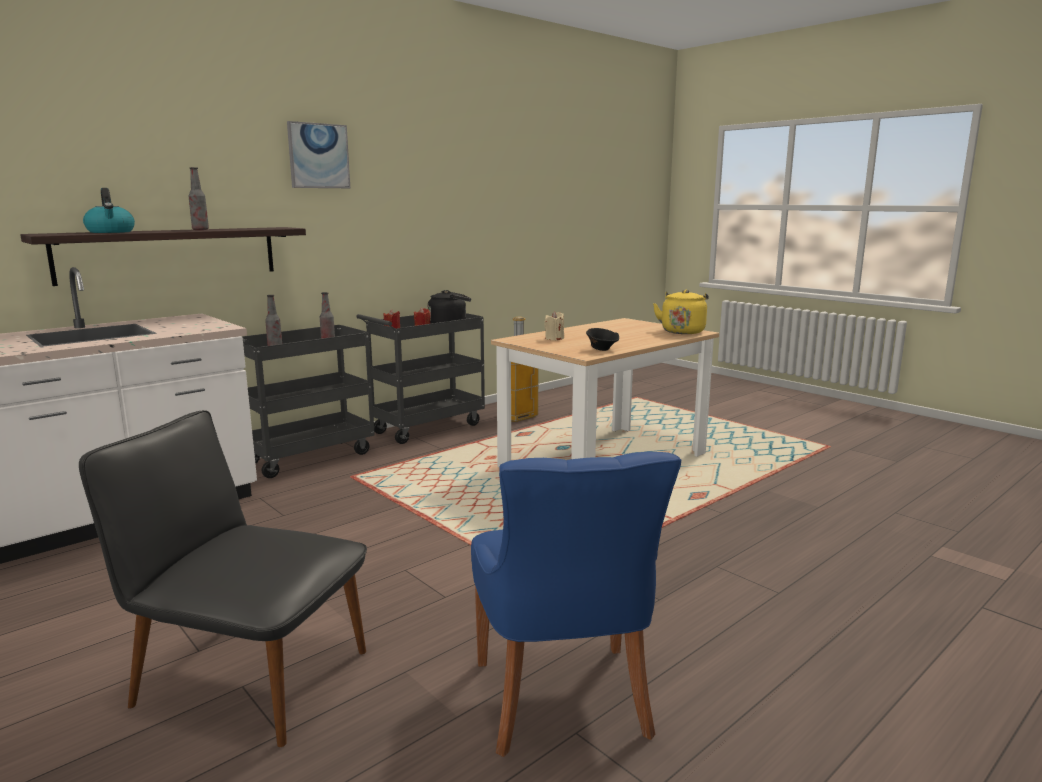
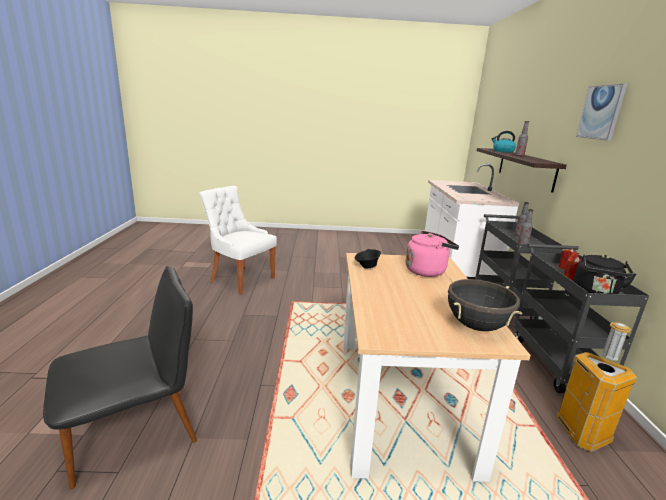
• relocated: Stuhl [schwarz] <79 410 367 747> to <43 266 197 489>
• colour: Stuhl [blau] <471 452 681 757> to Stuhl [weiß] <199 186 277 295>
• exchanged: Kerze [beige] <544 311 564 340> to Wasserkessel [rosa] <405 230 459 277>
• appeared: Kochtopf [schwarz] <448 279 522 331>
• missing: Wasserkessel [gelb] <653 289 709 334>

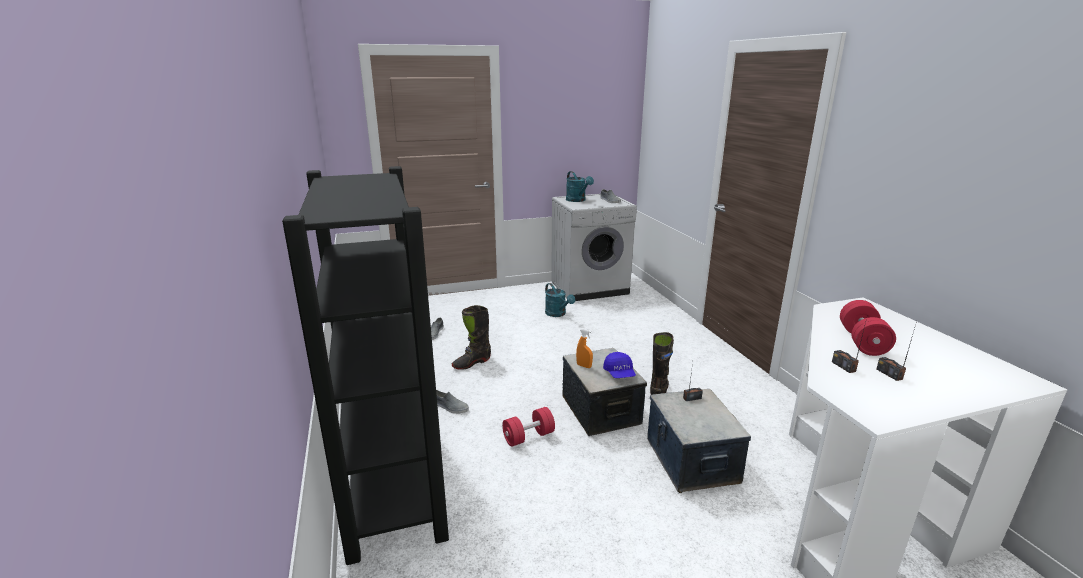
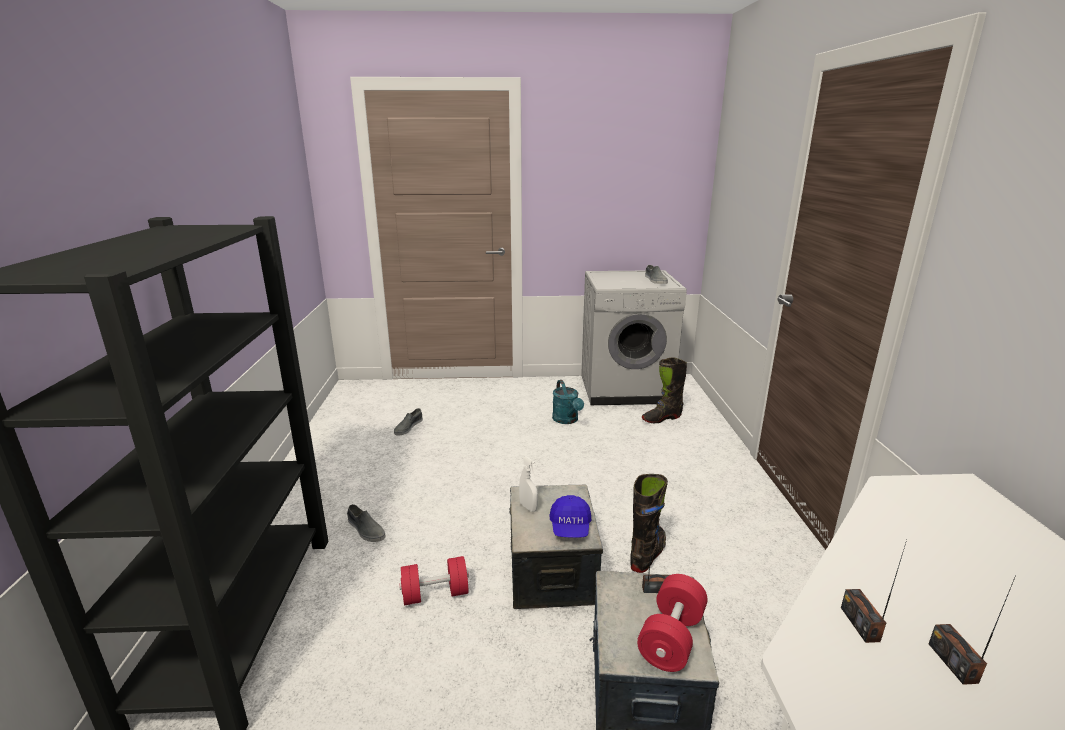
• colour: Sprühflasche [orange] <576 329 593 368> to Sprühflasche [weiß] <519 456 538 512>
• relocated: Hantel [rot] <840 300 896 356> to <637 574 708 672>
• relocated: Stiefel [schwarz] <452 305 491 370> to <642 358 687 423>
• missing: Gießkanne [türkis] <566 171 594 202>

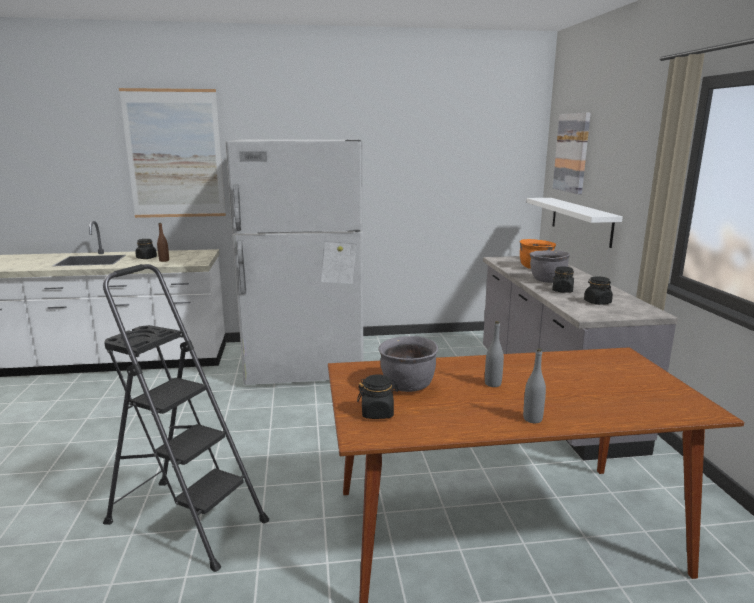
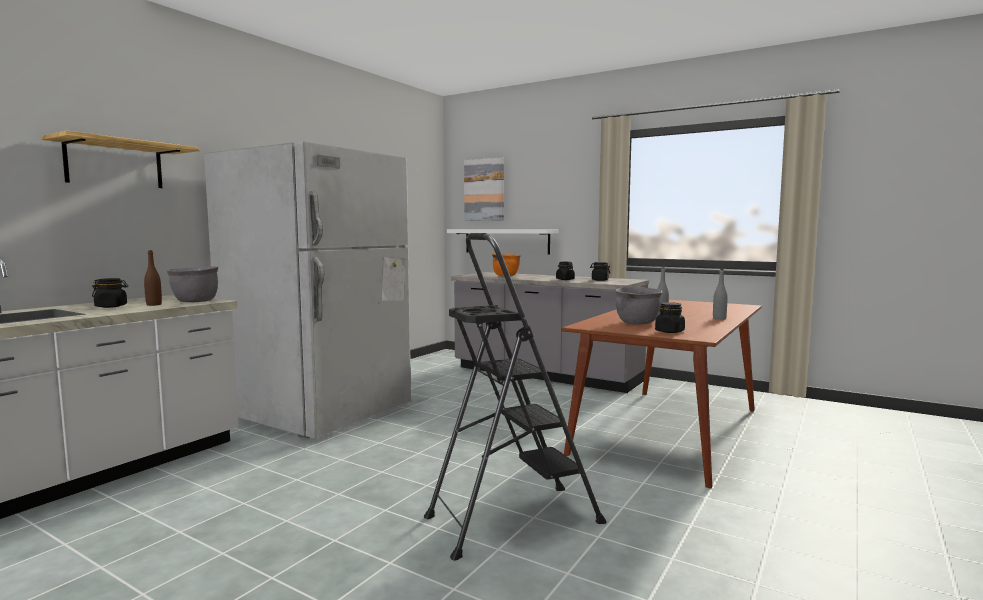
• exchanged: Bild <119 88 226 218> to Wandregal <42 131 200 188>
• relocated: Kochtopf [grau] <530 250 570 283> to <167 266 218 302>

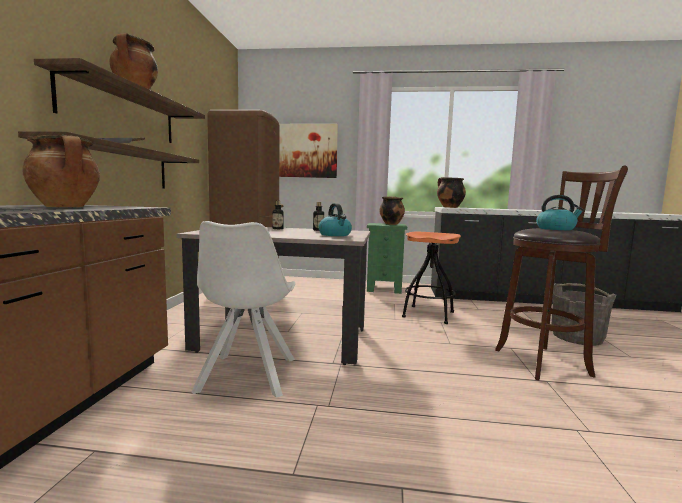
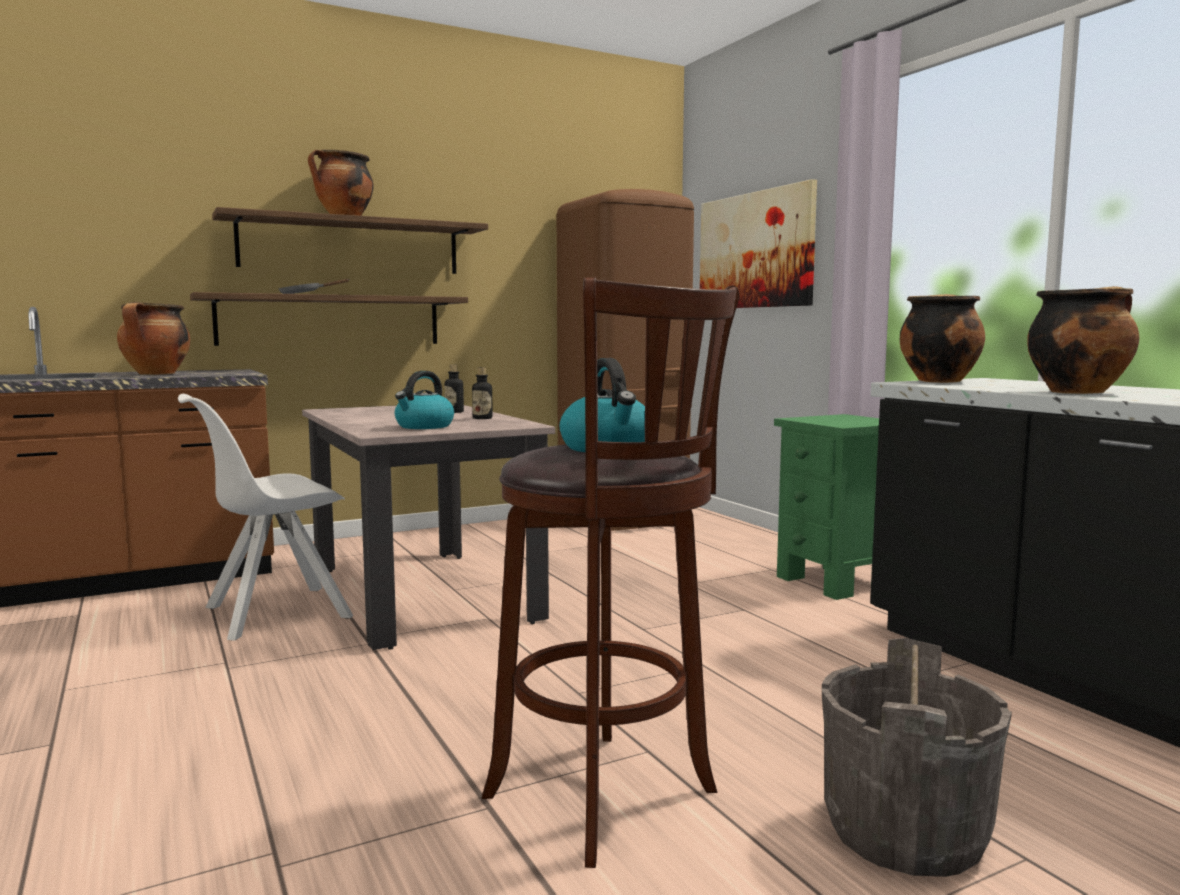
• relocated: Kochtopf <380 196 405 225> to <1027 286 1139 394>
• missing: Hocker [orange] <402 232 461 324>

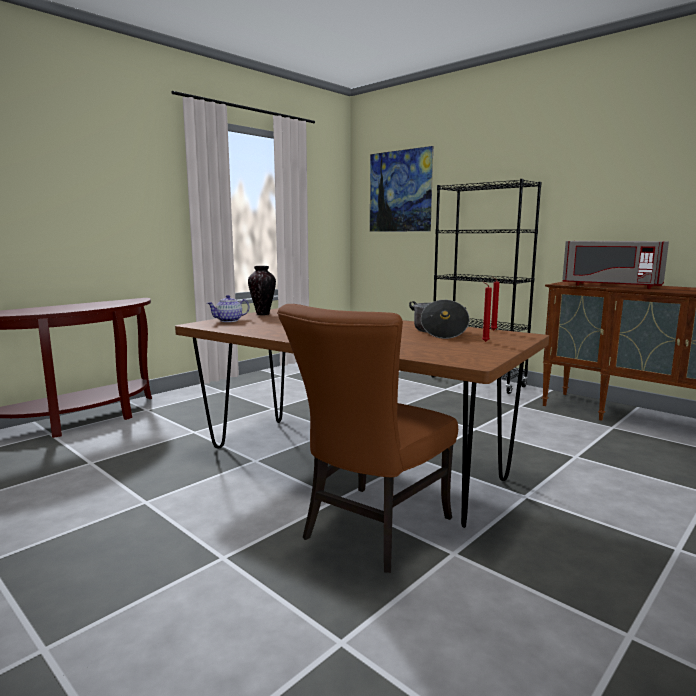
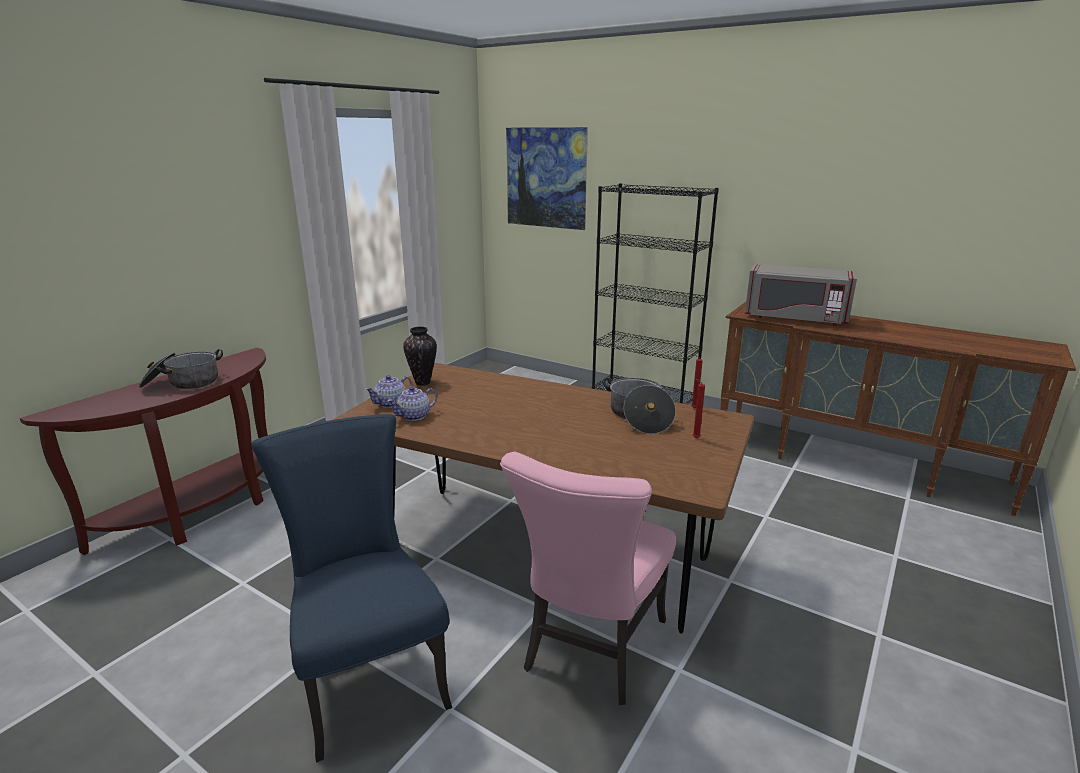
• appeared: Kochtopf <139 349 223 389>
• appeared: Stuhl [blau] <251 414 452 762>
• appeared: Teekanne <387 387 437 421>
• colour: Stuhl [braun] <277 304 458 573> to Stuhl [rosa] <500 452 676 705>

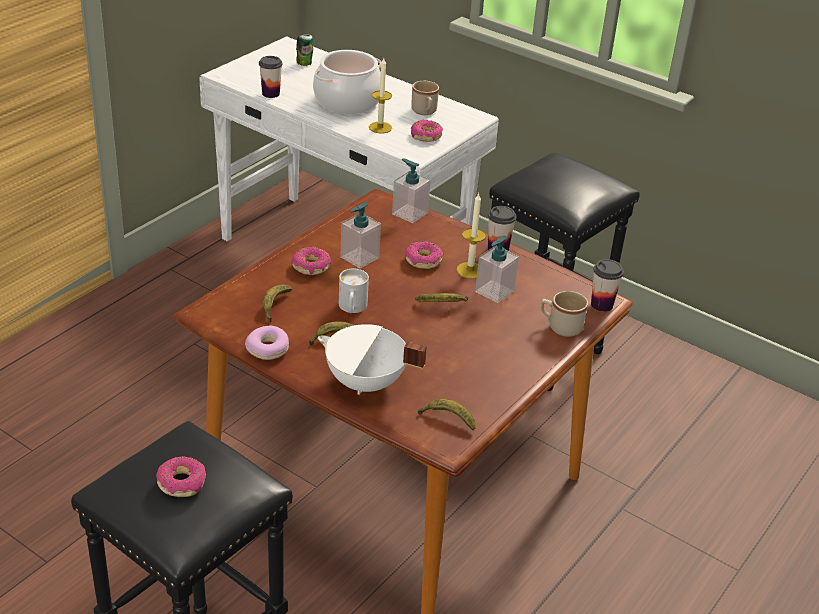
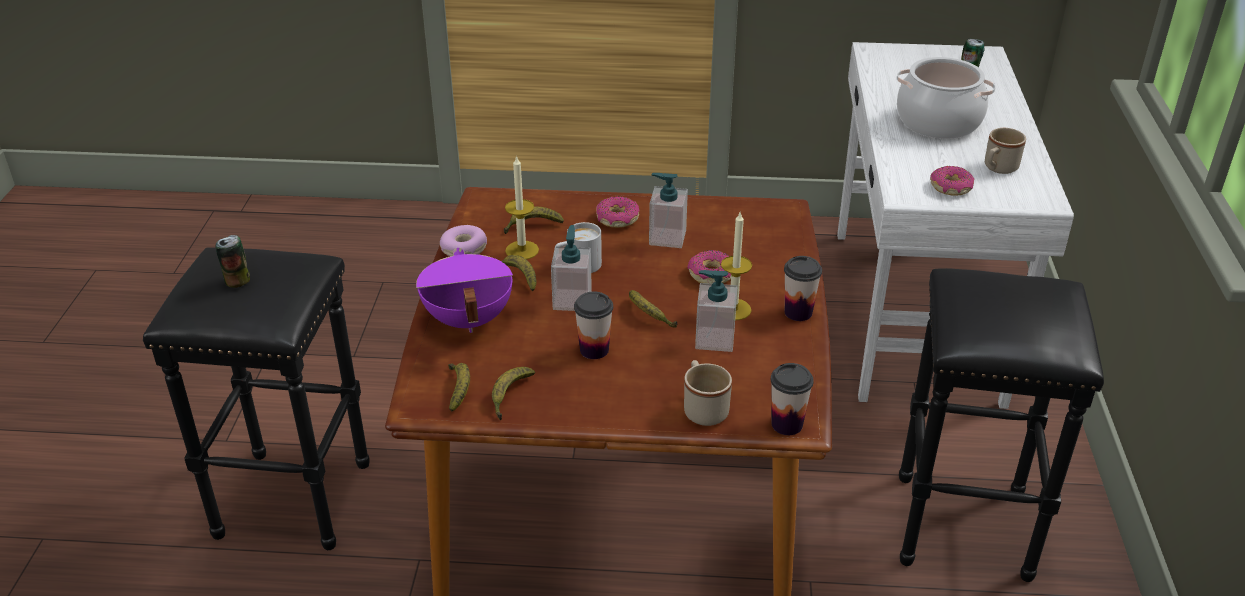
• exchanged: Donut <156 456 206 497> to Dose <216 235 250 288>
• colour: Kochtopf [weiß] <318 324 427 395> to Kochtopf [lila] <416 248 513 333>
• appeared: Banane <492 367 535 420>
• relocated: Kerze <369 58 392 133> to <505 155 539 259>
• relocated: Seifenspender <392 159 431 223> to <551 225 592 311>
• relocated: Tasse <259 56 282 98> to <574 292 613 359>

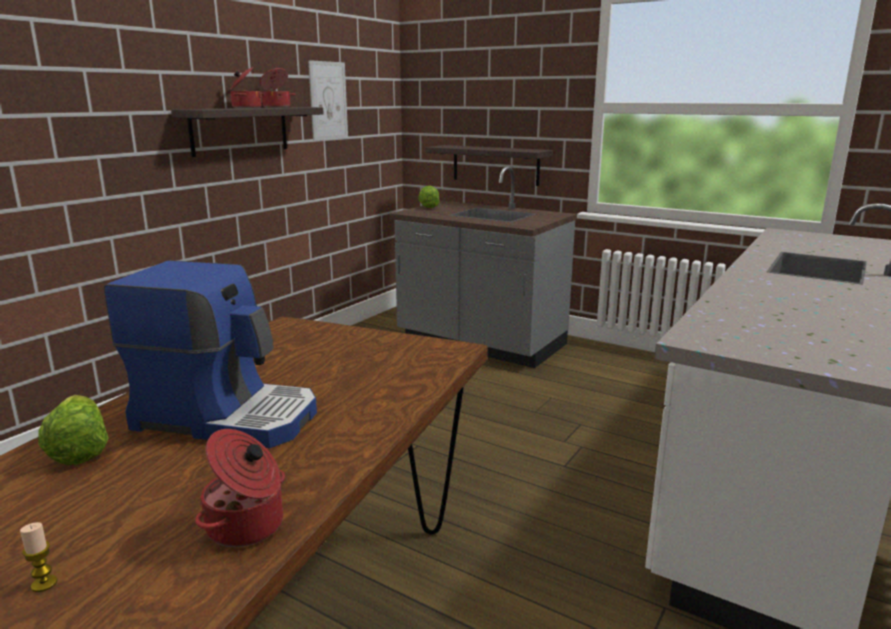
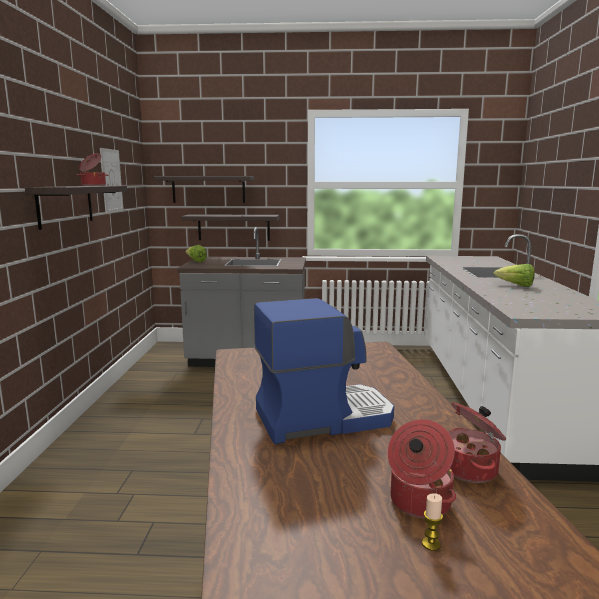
• appeared: Wandregal <154 176 254 203>
• relocated: Kochtopf <230 67 262 108> to <387 419 456 518>
• relocated: Salatkopf <38 395 109 465> to <494 264 535 287>

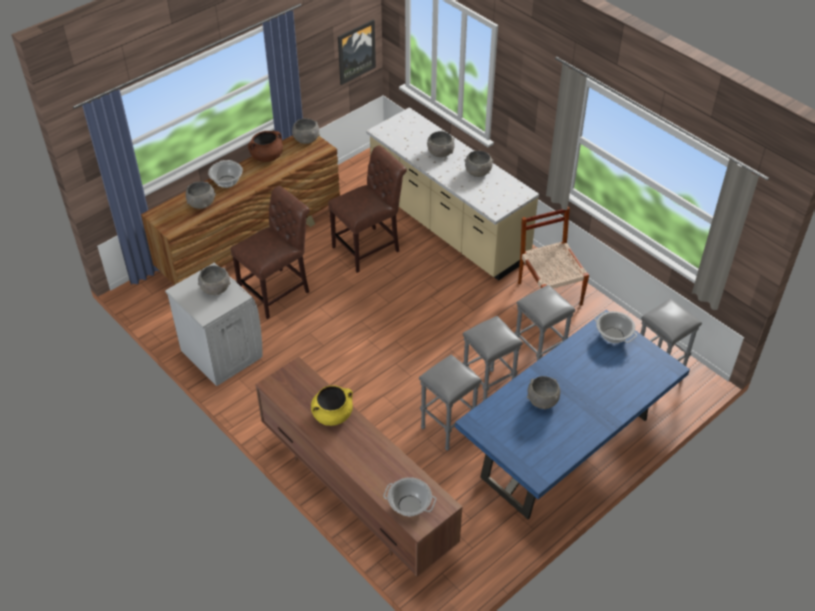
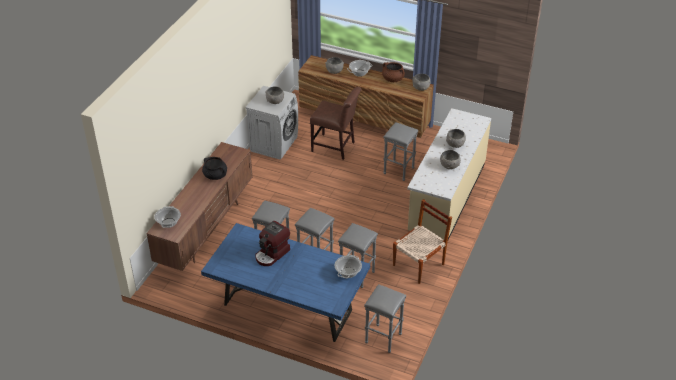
• colour: Kochtopf [gelb] <311 385 353 426> to Kochtopf [schwarz] <202 157 227 180>
• exchanged: Schüssel [grau] <527 376 560 409> to Kaffeemaschine <255 221 290 266>
• exchanged: Stuhl [braun] <328 145 407 273> to Hocker [grau] <383 122 418 181>
• missing: Bild <338 19 376 85>

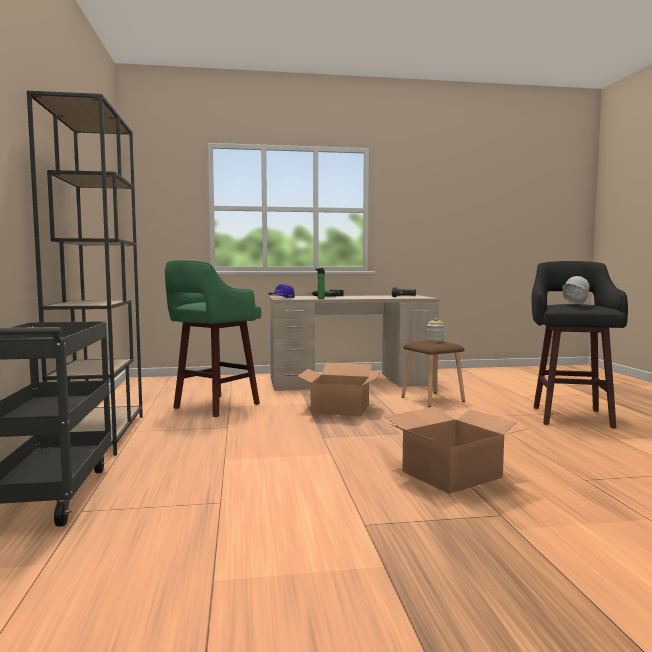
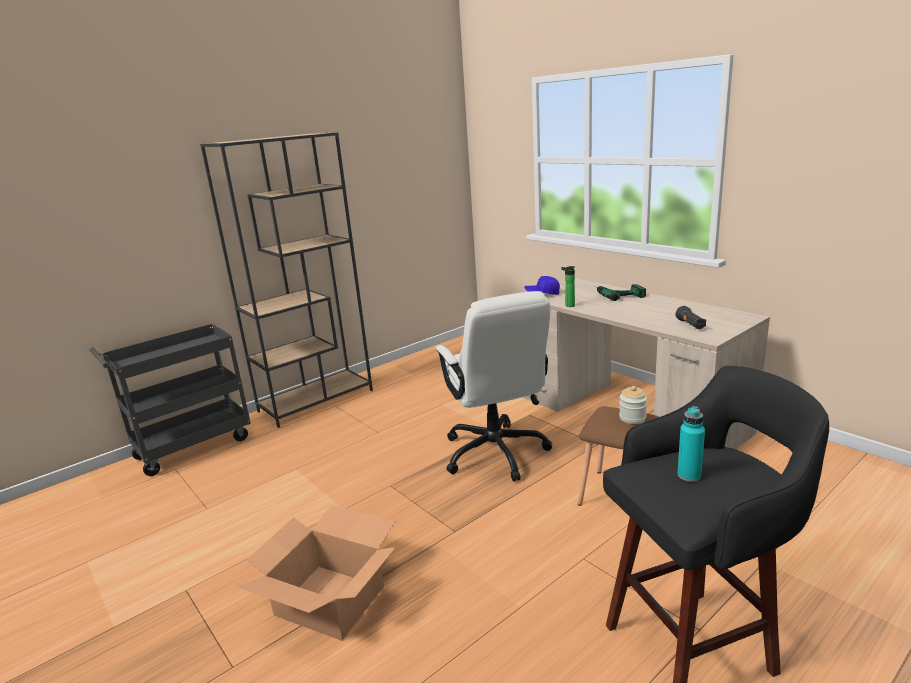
• exchanged: Karton <298 363 382 416> to Bürostuhl [weiß] <436 291 552 481>
• exchanged: Schutzhelm [weiß] <562 276 590 305> to Flasche [türkis] <677 406 705 482>
• missing: Hocker [grün] <165 260 261 417>

